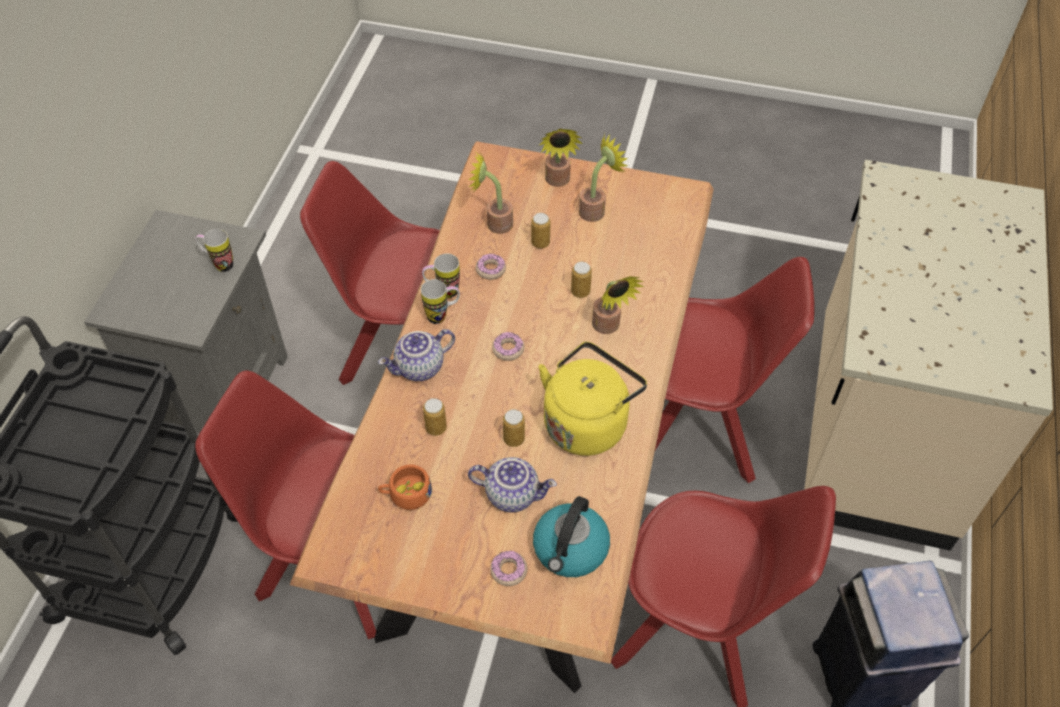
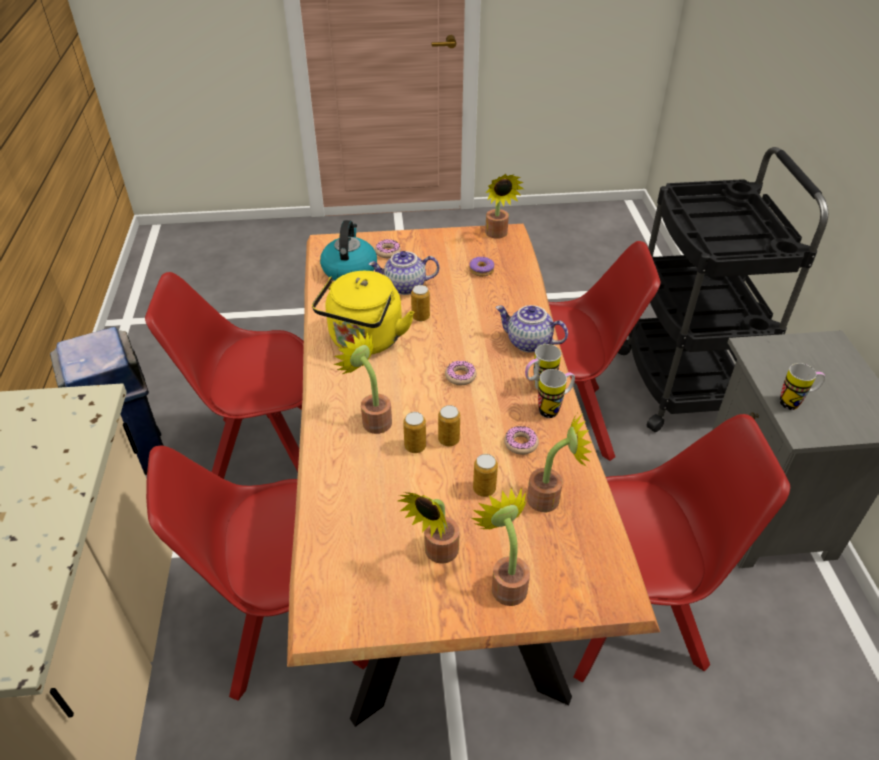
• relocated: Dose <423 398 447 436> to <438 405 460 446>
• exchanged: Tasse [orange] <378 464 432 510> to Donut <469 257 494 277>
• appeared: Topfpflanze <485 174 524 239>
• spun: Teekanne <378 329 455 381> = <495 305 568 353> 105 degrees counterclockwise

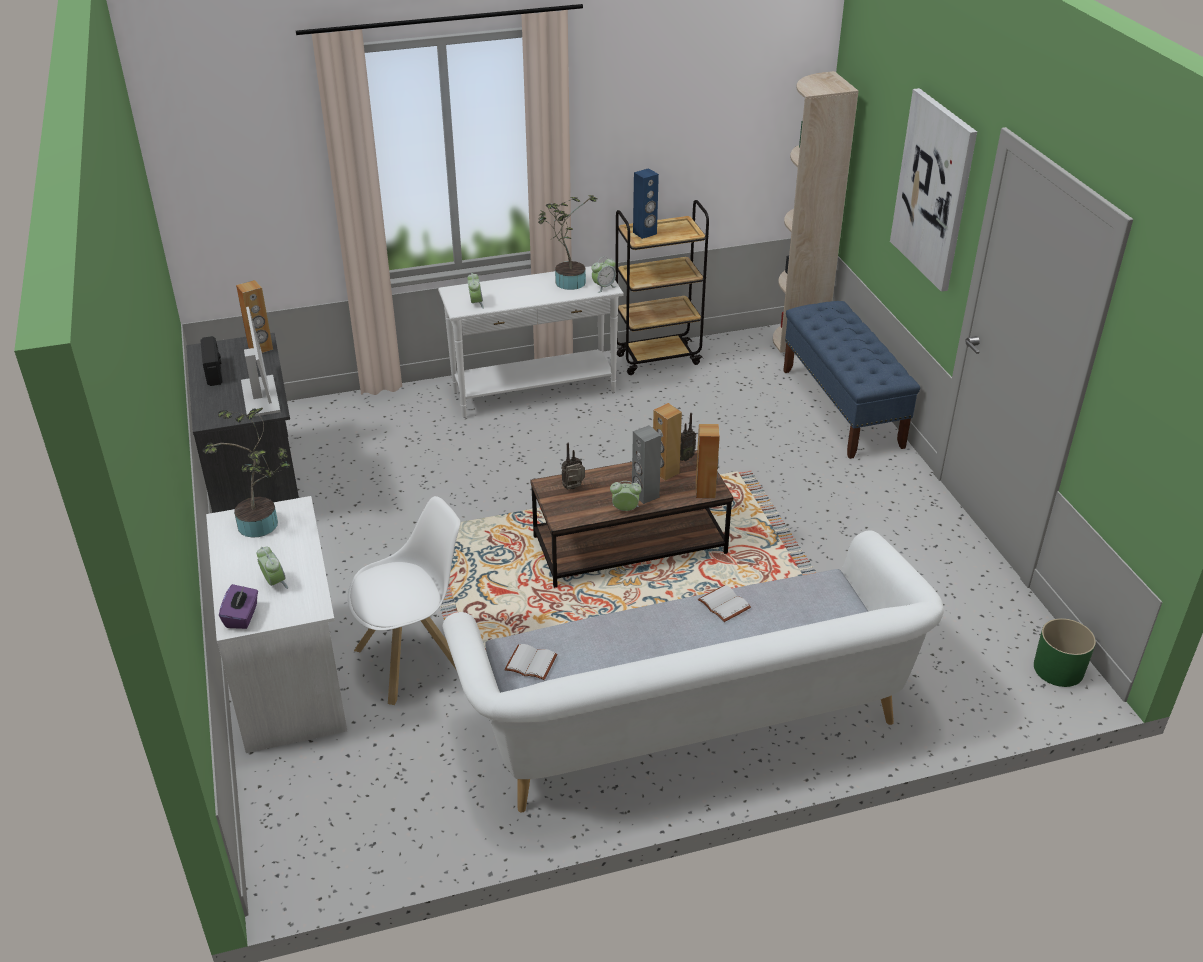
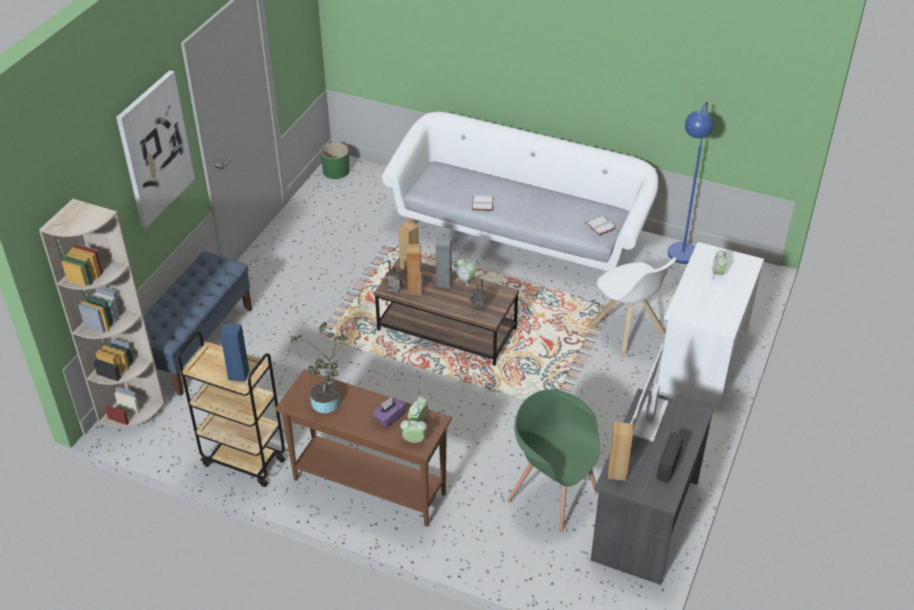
• colour: Konsolentisch [weiß] <438 266 624 418> to Konsolentisch [braun] <275 370 452 527>
• relocated: Taschentuchbox [lila] <219 584 258 629> to <372 397 406 428>
• relocated: Wecker <591 256 617 293> to <400 420 427 443>
• appeared: Stuhl [grün] <507 389 600 532>
• spun: Stuhl [weiß] <348 496 460 705> = <588 257 676 357> 135 degrees counterclockwise
• appeared: Stehlampe [blau] <668 102 713 264>
• missing: Topfpflanze <202 408 290 538>

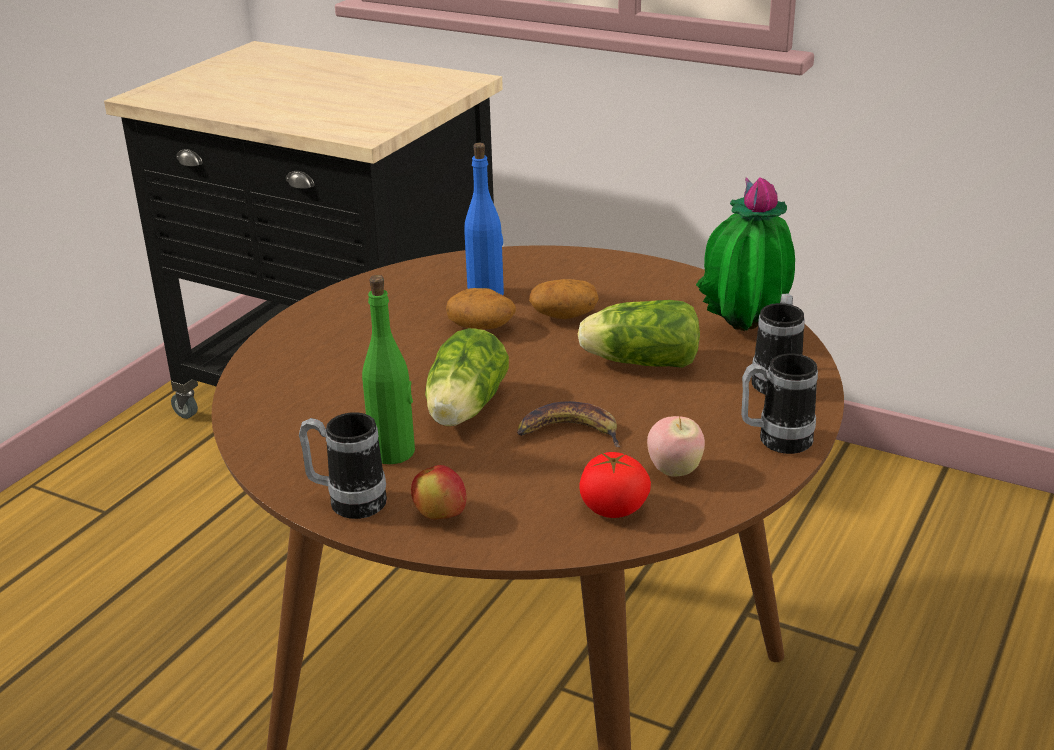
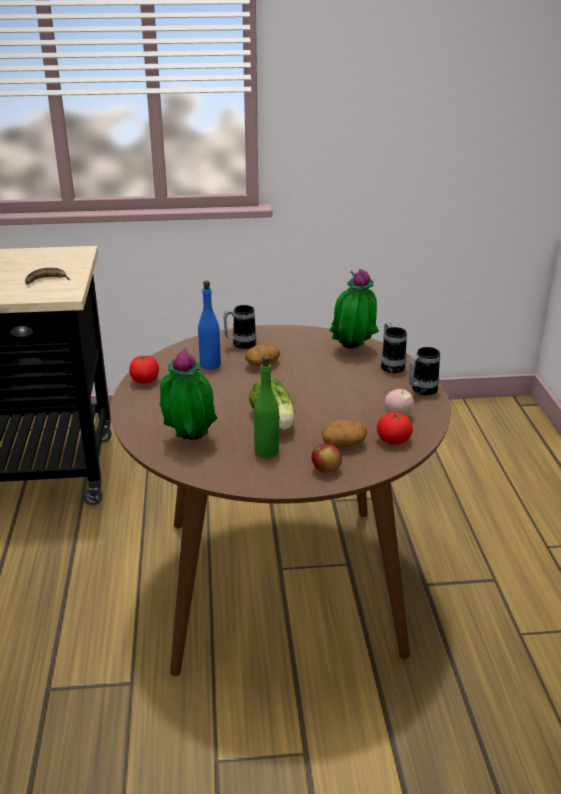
• relocated: Banane <517 401 620 447> to <25 268 71 284>
• appeared: Tomate <129 355 159 384>
• appeared: Topfpflanze <160 347 218 440>
• relocated: Henkelbecher <299 412 387 519> to <223 305 256 349>
• relocated: Kartoffel <446 288 516 329> to <322 420 367 448>
• missing: Salatkopf <578 300 700 368>

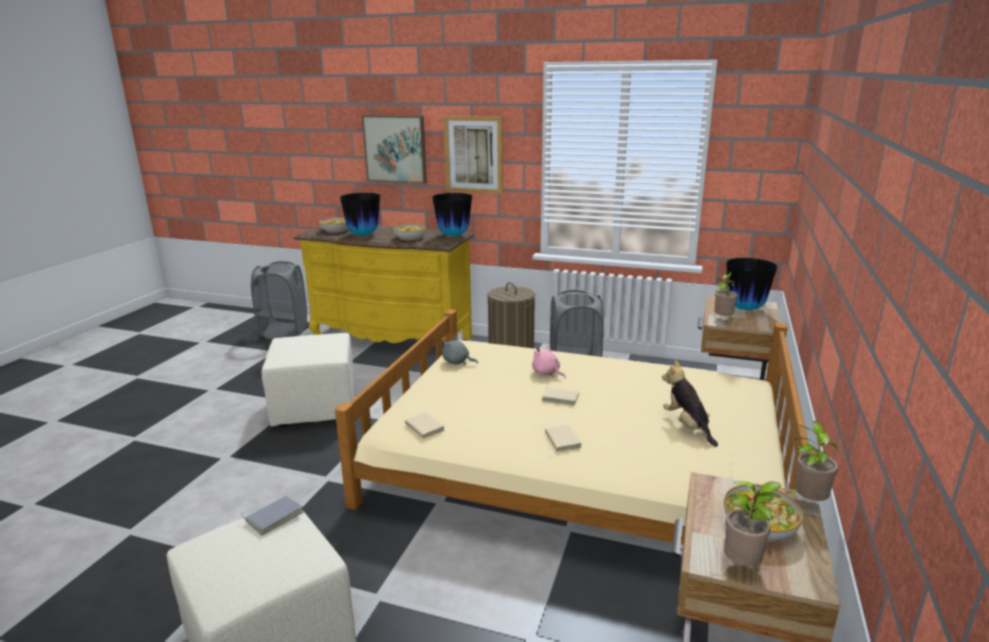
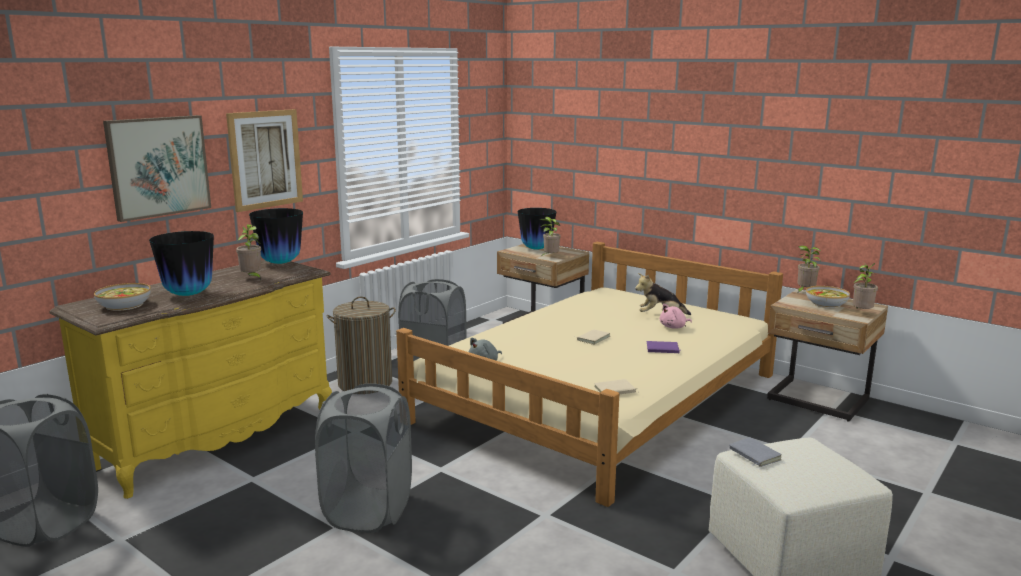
• exchanged: Schüssel <393 224 426 240> to Topfpflanze <236 224 261 281>
• exchanged: Polsterhocker [beige] <262 333 355 427> to Wäschekorb [grau] <315 383 412 533>
• colour: Buch [beige] <545 425 581 451> to Buch [lila] <647 341 680 353>
• relocated: Plüschtier [rosa] <532 345 566 378> to <660 304 692 329>

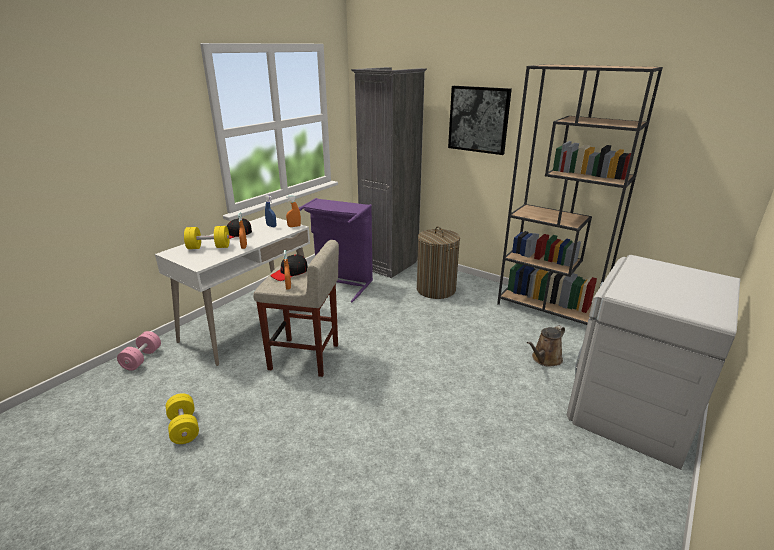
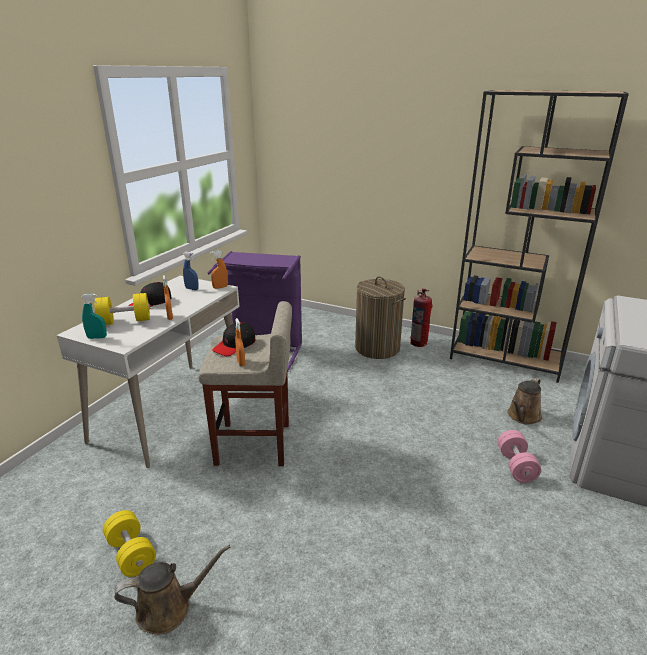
• appeared: Sprühflasche [türkis] <81 294 107 339>
• appeared: Gießkanne [braun] <114 545 230 635>
• appeared: Feuerlöscher <410 288 433 347>
• relocated: Hantel [rosa] <117 331 161 371> to <497 430 541 483>
• missing: Schrank [grau] <351 67 427 278>
• missing: Bild <448 86 512 155>

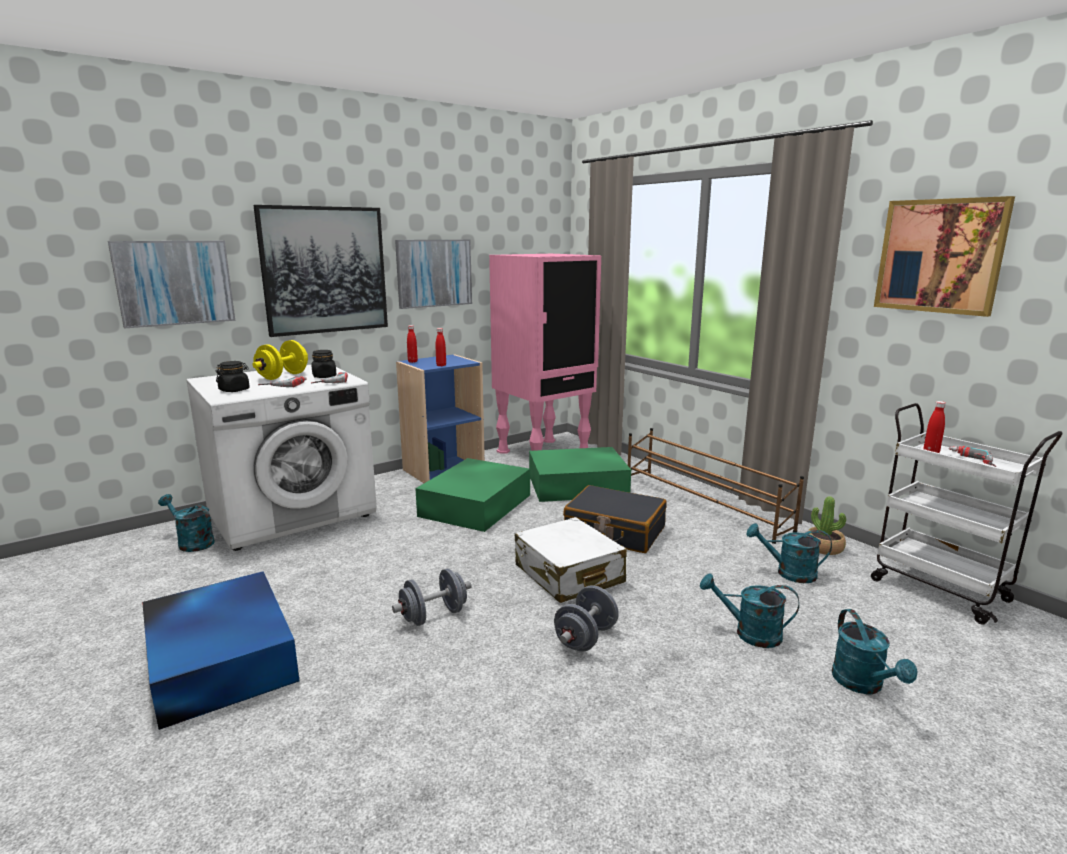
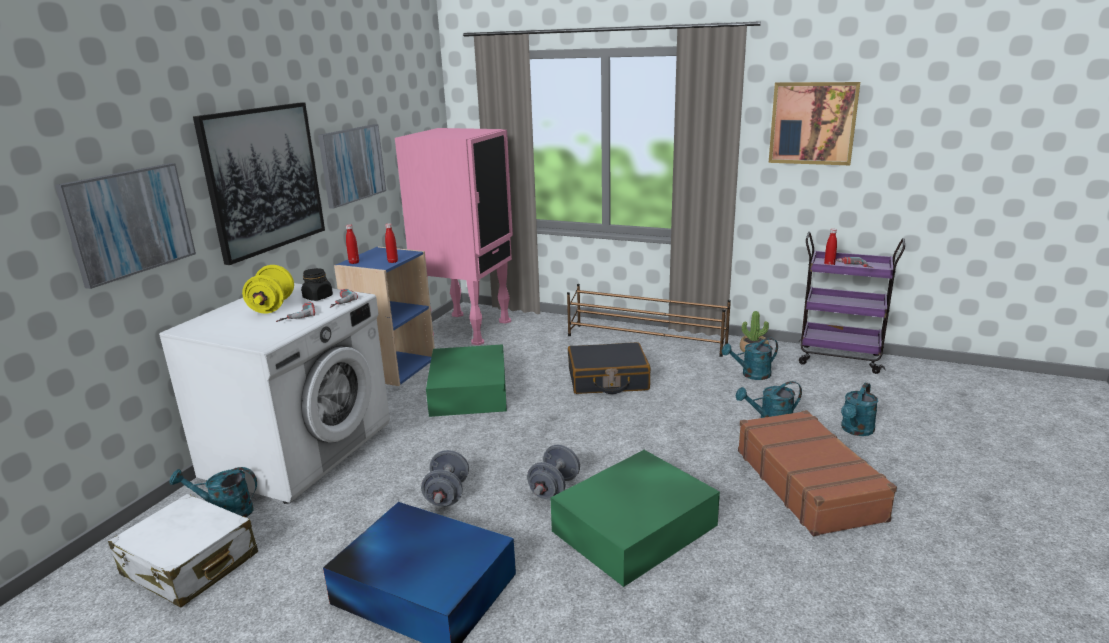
• relocated: Koffer [weiß] <515 517 627 603> to <108 494 258 607>
• relocated: Hantel [grau] <554 585 619 652> to <421 450 469 507>
• relocated: Aufbewahrungsbox [grün] <529 447 631 502> to <551 450 720 587>
• appeared: Koffer [braun] <738 410 897 536>
• colour: Rollwagen [weiß] <871 403 1062 625> to Rollwagen [lila] <798 232 905 374>
• spun: Gießkanne [türkis] <832 609 917 694> = <841 383 878 436> 75 degrees clockwise
• missing: Vorratsglas [schwarz] <216 361 250 392>

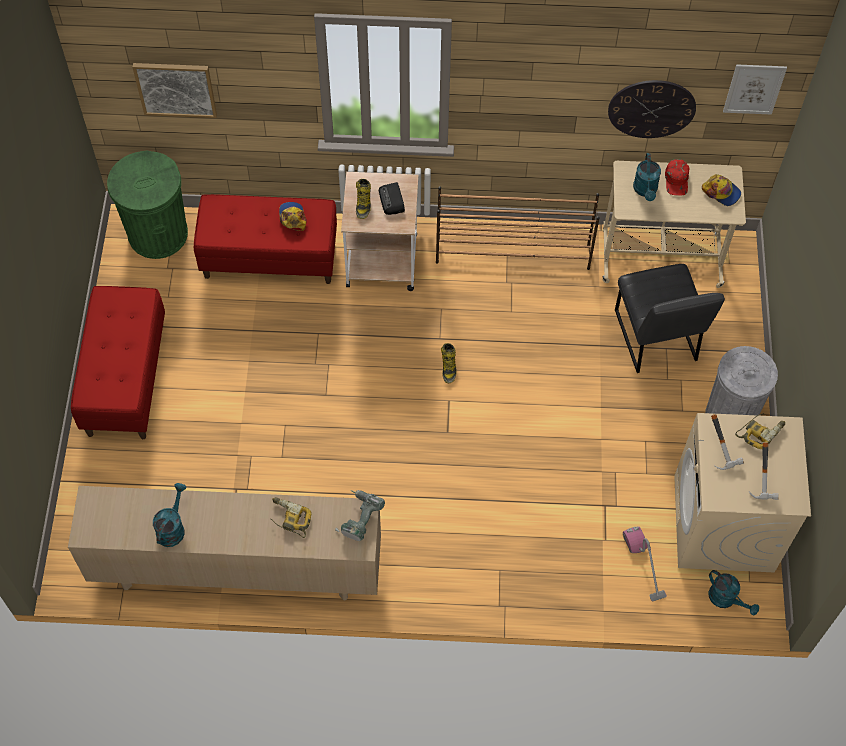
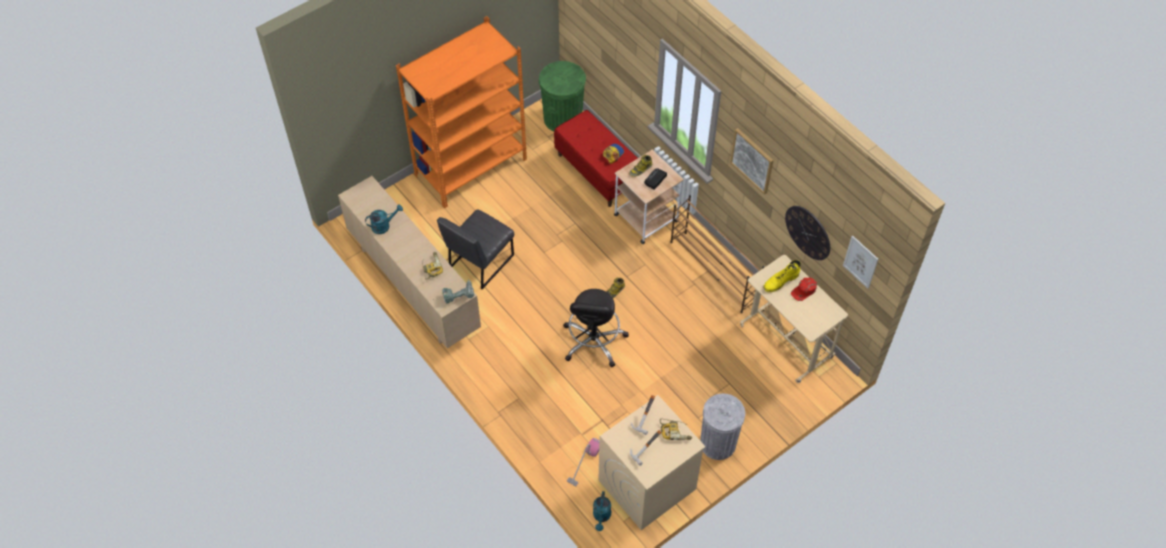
• exchanged: Bank [rot] <71 286 165 439> to Bücherregal [orange] <396 16 527 208>
• relocated: Stuhl [grau] <615 264 725 373> to <437 209 514 289>
• appeared: Hocker [schwarz] <563 289 629 367>
• relocated: Bild <132 63 217 118> to <730 128 774 195>
• exchanged: Gießkanne [türkis] <633 153 661 201> to Stiefel [gelb] <763 260 801 292>
• missing: Kappe <702 174 741 206>

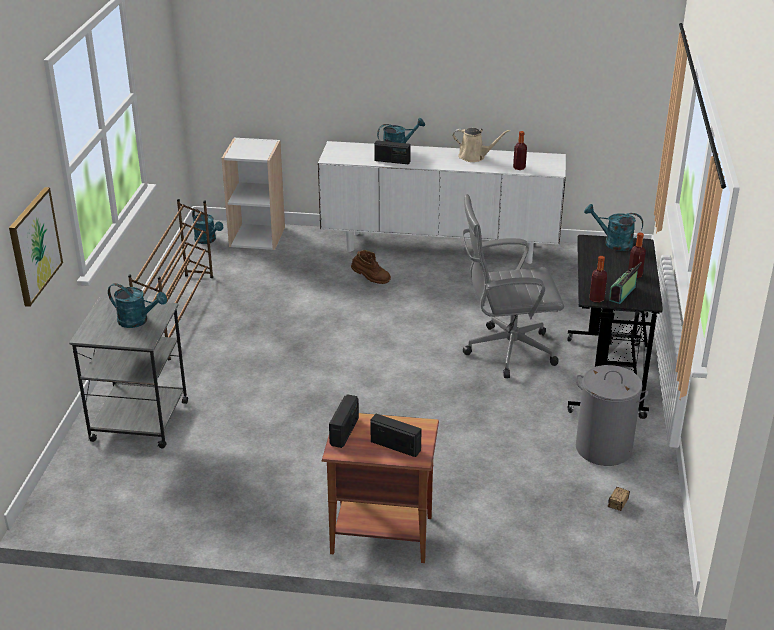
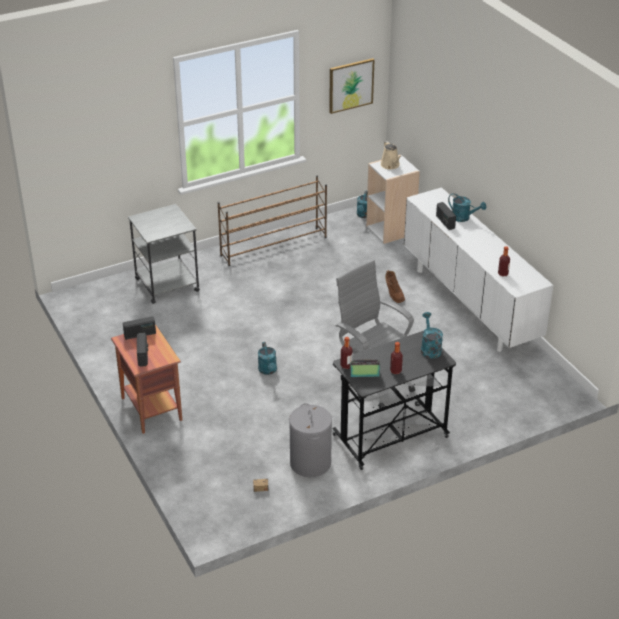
• relocated: Gießkanne [türkis] <108 283 167 328> to <258 342 277 375>
• relocated: Bild <9 187 63 307> to <329 58 375 114>
• relocated: Gießkanne [beige] <453 128 510 162> to <380 141 401 170>

